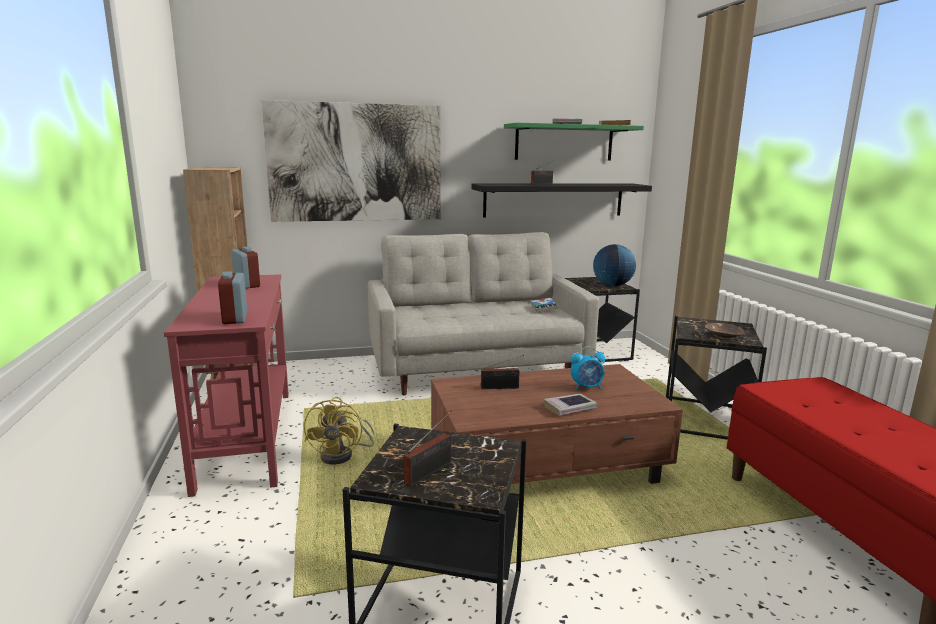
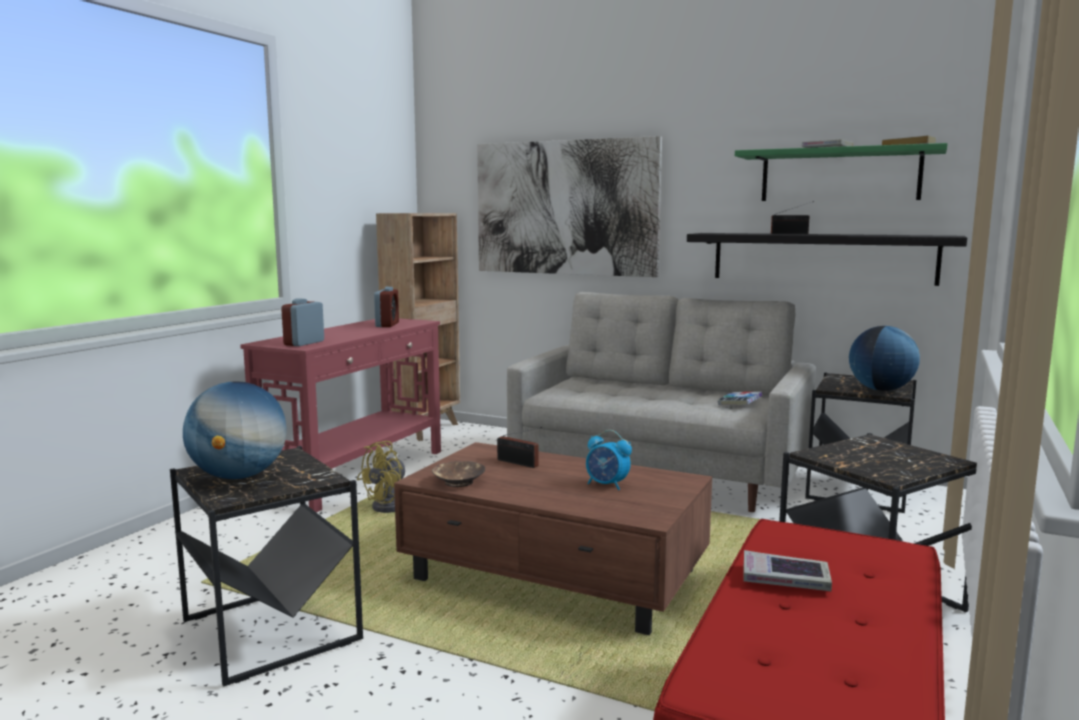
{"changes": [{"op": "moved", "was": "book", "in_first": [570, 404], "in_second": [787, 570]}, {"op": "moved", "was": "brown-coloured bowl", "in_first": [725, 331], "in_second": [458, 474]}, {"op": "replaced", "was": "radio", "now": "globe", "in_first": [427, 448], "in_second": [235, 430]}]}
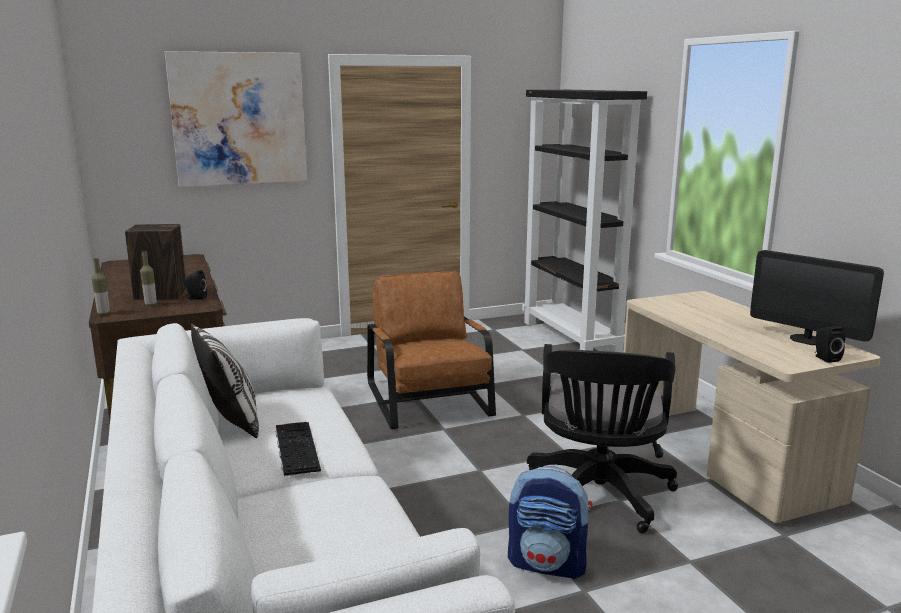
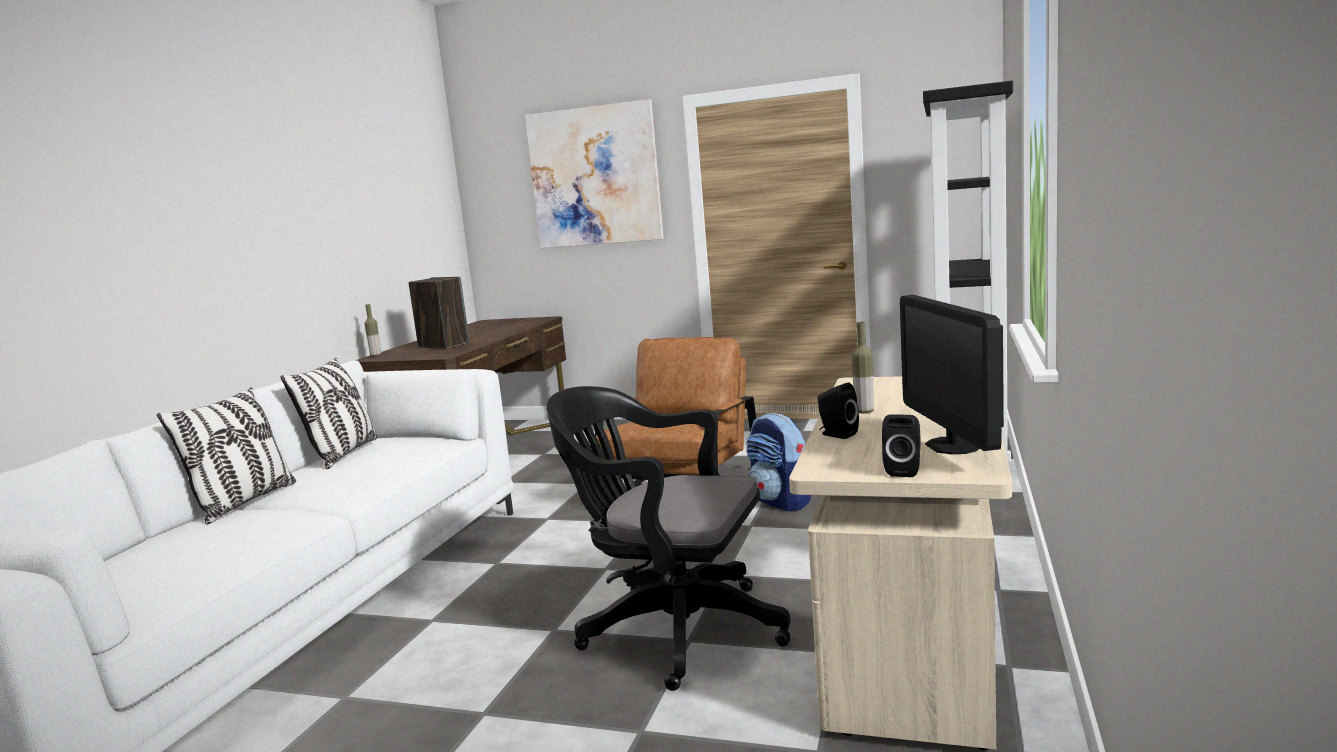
{"changes": [{"op": "removed", "was": "keyboard", "in_first": [298, 449]}, {"op": "added", "now": "cushion", "in_second": [226, 456]}, {"op": "moved", "was": "beverage bottle", "in_first": [148, 278], "in_second": [862, 368]}, {"op": "moved", "was": "black-coloured speaker", "in_first": [195, 285], "in_second": [838, 411]}, {"op": "moved", "was": "rucksack", "in_first": [550, 522], "in_second": [778, 462]}, {"op": "turned", "was": "black-coloured office chair", "in_first": [602, 438], "in_second": [668, 538], "clockwise": 60}]}
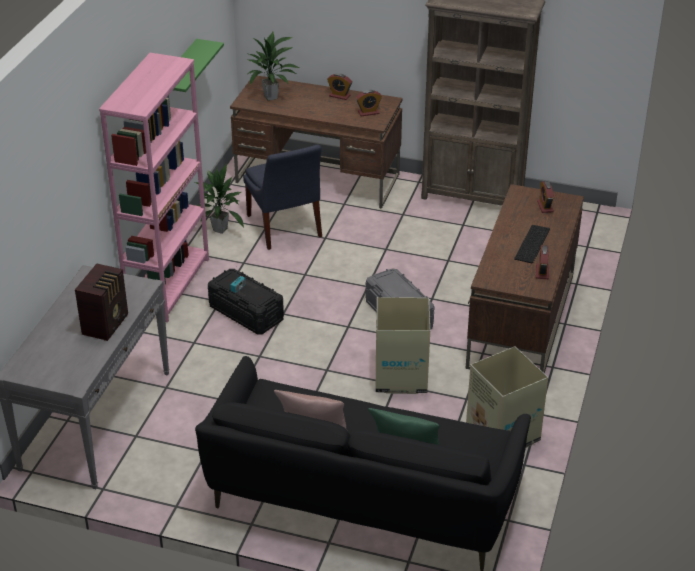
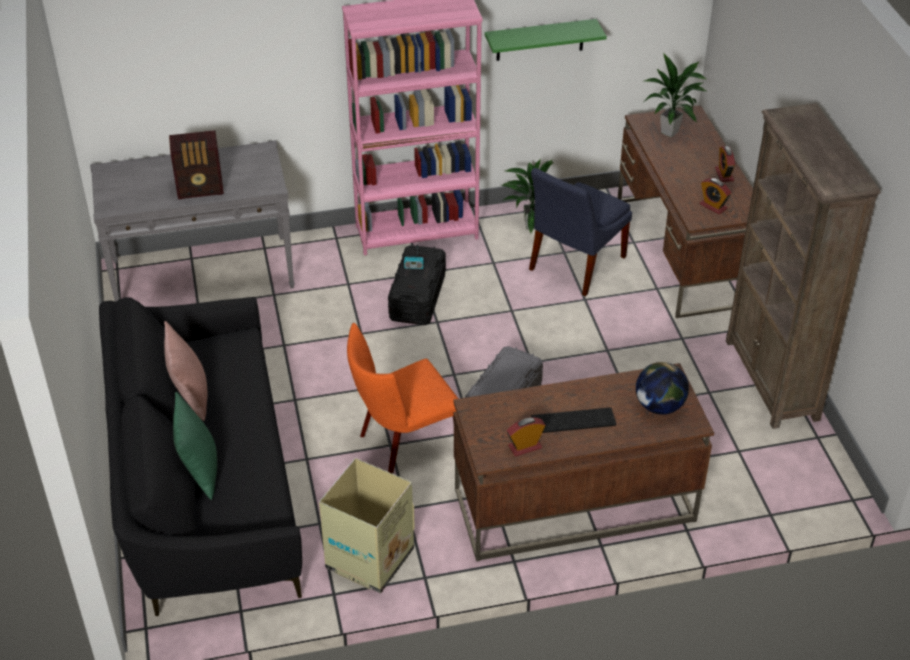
{"changes": [{"op": "replaced", "was": "carton", "now": "orange plain chair", "in_first": [403, 345], "in_second": [402, 398]}, {"op": "replaced", "was": "table clock", "now": "globe", "in_first": [545, 197], "in_second": [662, 388]}]}
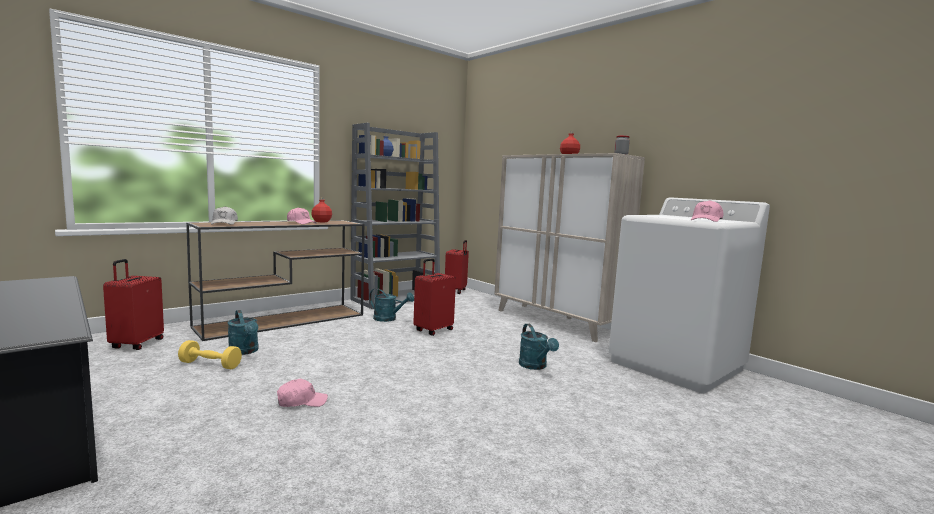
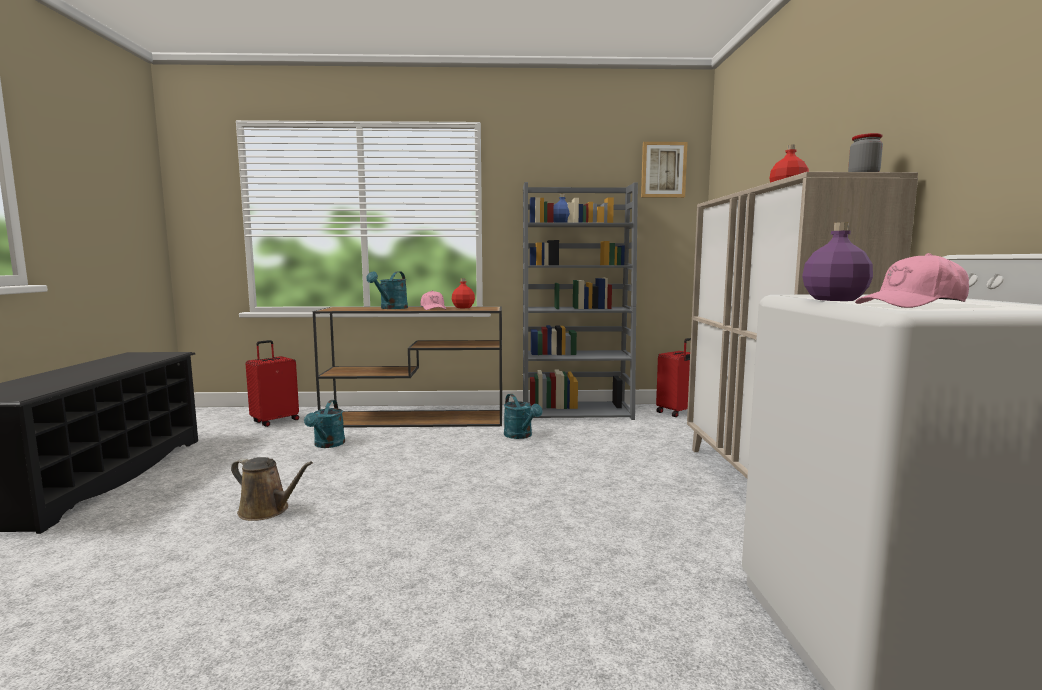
{"changes": [{"op": "removed", "was": "yellowish dumbbell", "in_first": [210, 354]}, {"op": "removed", "was": "white baseball cap", "in_first": [224, 215]}, {"op": "removed", "was": "reddish piece of luggage", "in_first": [434, 297]}, {"op": "added", "now": "wall picture", "in_second": [664, 170]}, {"op": "added", "now": "purplish beverage bottle", "in_second": [837, 261]}, {"op": "moved", "was": "turquoise-coloured sprinkling can", "in_first": [539, 347], "in_second": [387, 290]}, {"op": "replaced", "was": "pinkish baseball cap", "now": "brown-coloured sprinkling can", "in_first": [302, 393], "in_second": [272, 489]}]}
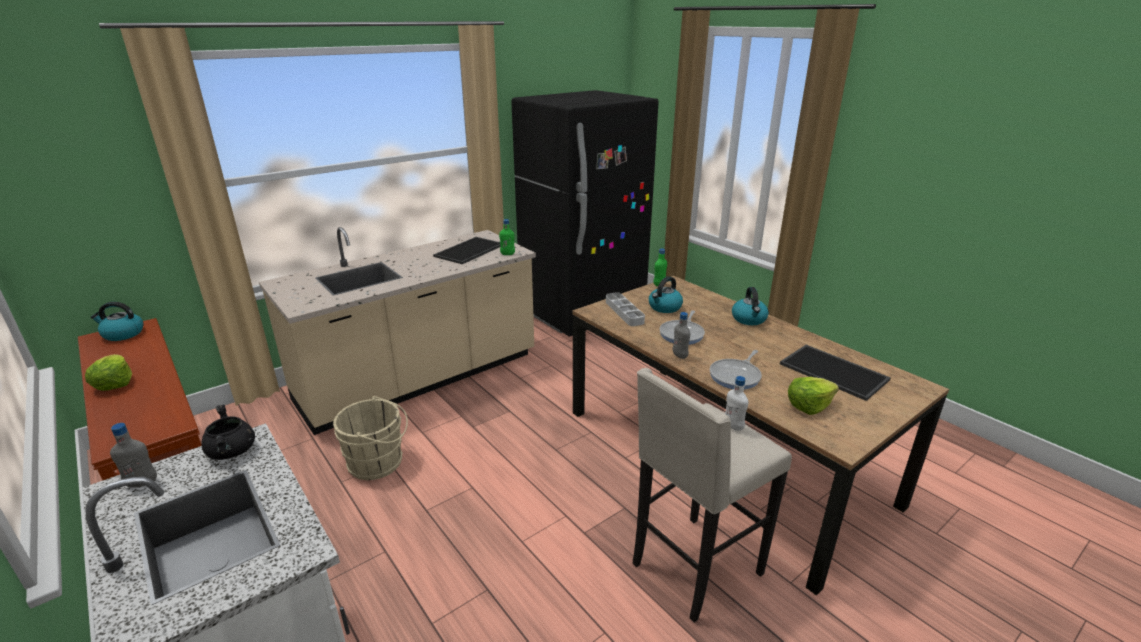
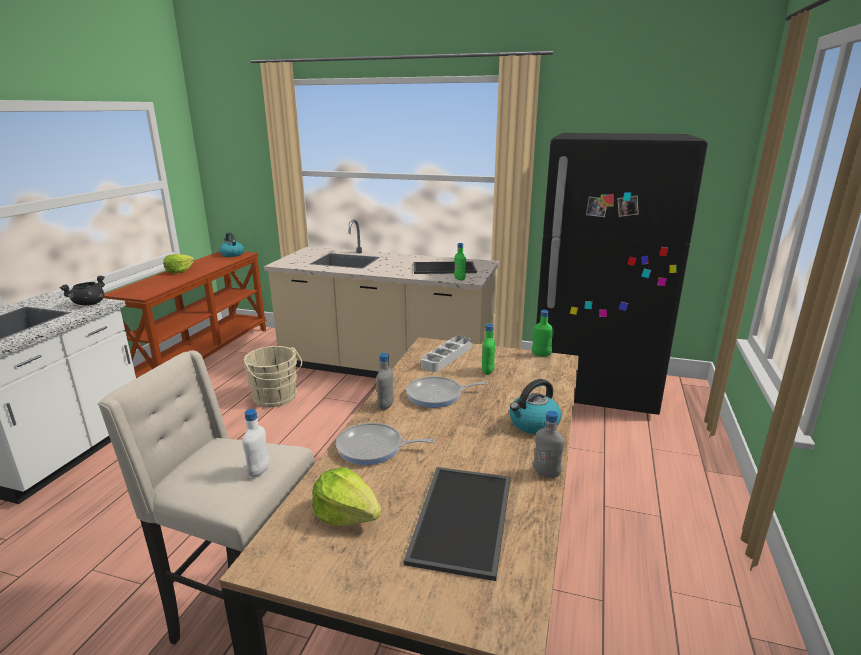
{"changes": [{"op": "moved", "was": "greyish beverage bottle", "in_first": [133, 455], "in_second": [548, 444]}, {"op": "replaced", "was": "kettle", "now": "greenish beverage bottle", "in_first": [666, 294], "in_second": [488, 349]}]}
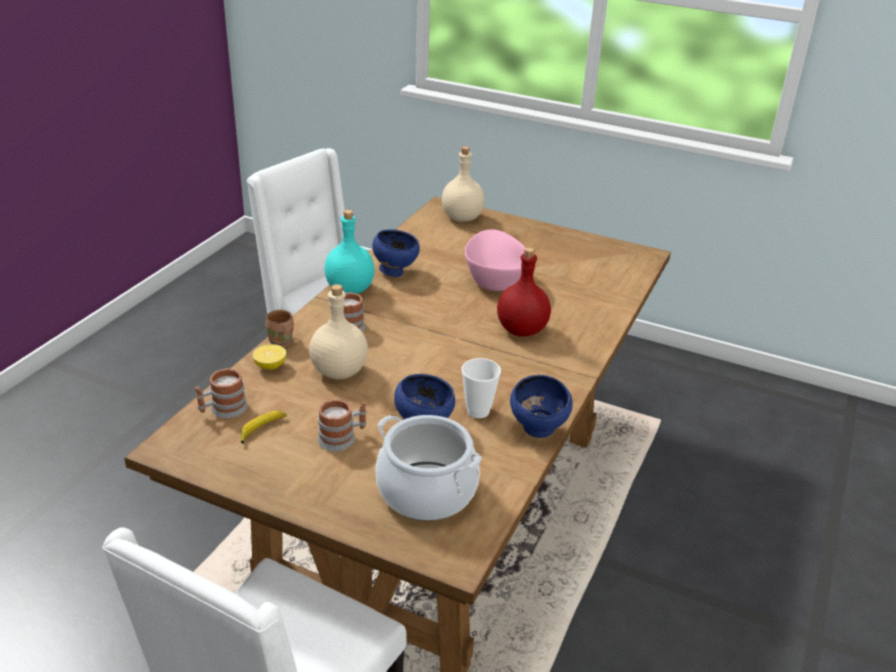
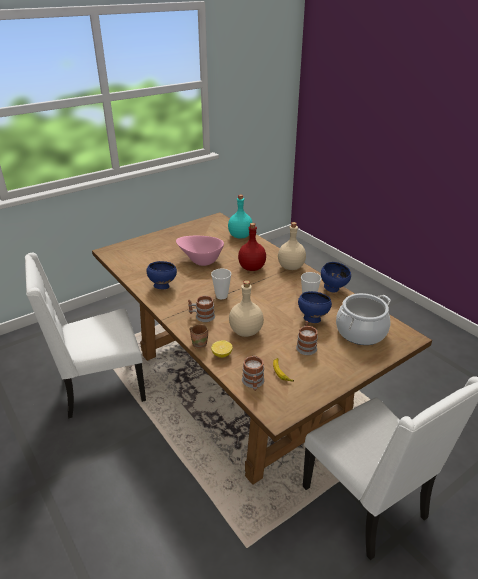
{"changes": [{"op": "added", "now": "small cup", "in_second": [221, 283]}, {"op": "moved", "was": "turquoise-coloured beverage bottle", "in_first": [349, 252], "in_second": [240, 216]}, {"op": "moved", "was": "sand-coloured beverage bottle", "in_first": [463, 184], "in_second": [292, 246]}]}
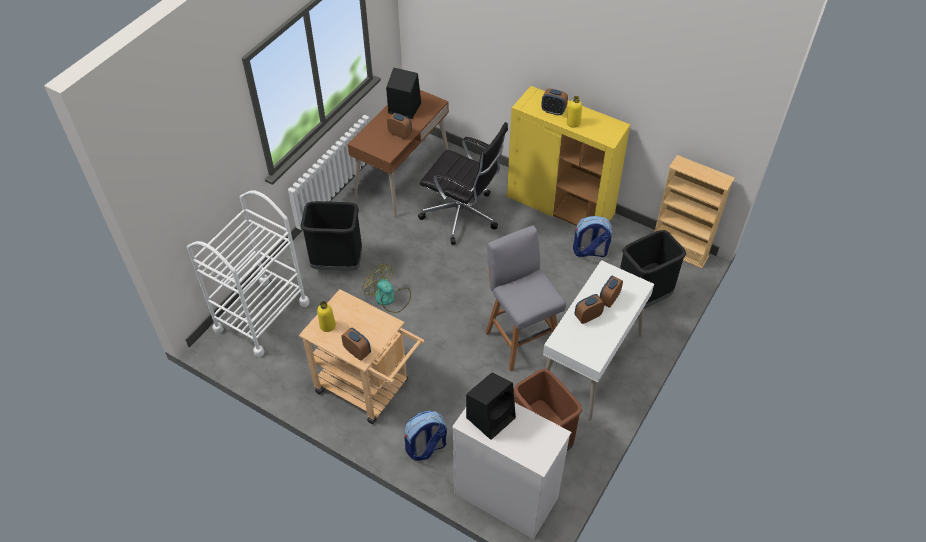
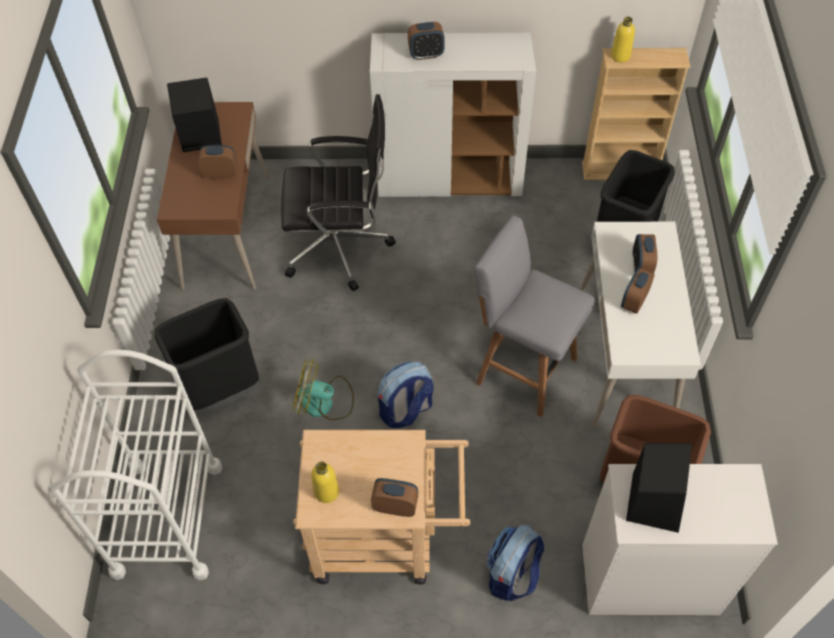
{"changes": [{"op": "moved", "was": "yellowish beverage bottle", "in_first": [574, 112], "in_second": [623, 39]}, {"op": "moved", "was": "rucksack", "in_first": [592, 236], "in_second": [406, 395]}, {"op": "recoloured", "was": "yellowish cabinet", "now": "white cabinet", "in_first": [568, 156], "in_second": [453, 114]}]}
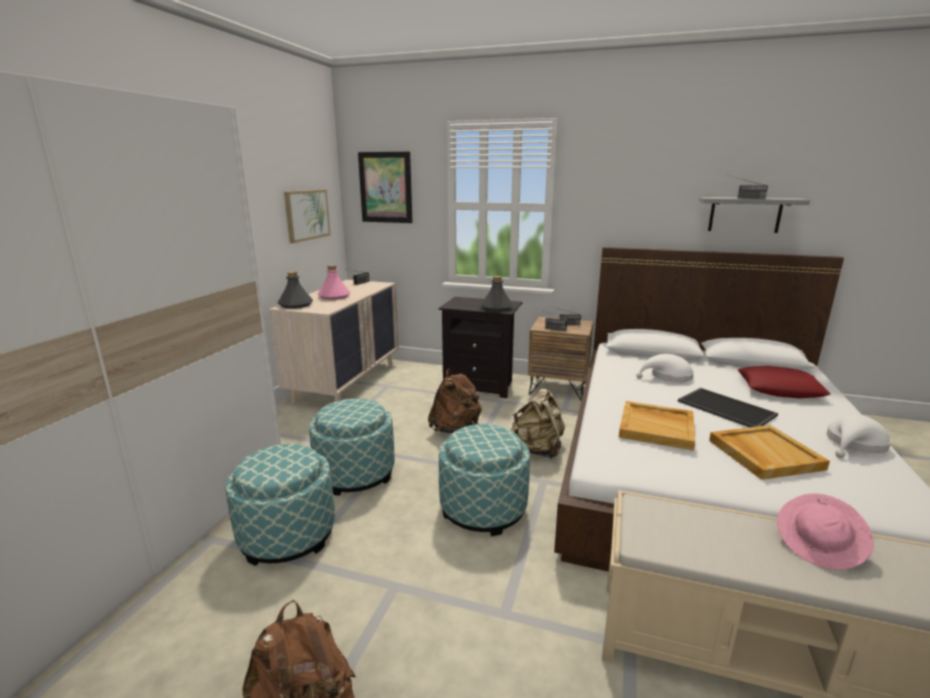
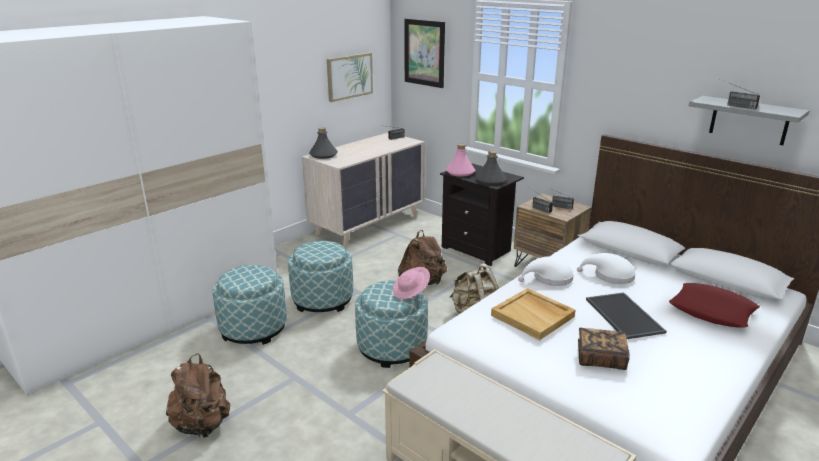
{"changes": [{"op": "moved", "was": "pinkish beverage bottle", "in_first": [333, 282], "in_second": [460, 160]}, {"op": "moved", "was": "pinkish wearable hat", "in_first": [825, 532], "in_second": [411, 283]}, {"op": "moved", "was": "white wearable hat", "in_first": [859, 436], "in_second": [546, 271]}, {"op": "replaced", "was": "sand-coloured serving tray", "now": "book", "in_first": [769, 452], "in_second": [604, 349]}]}
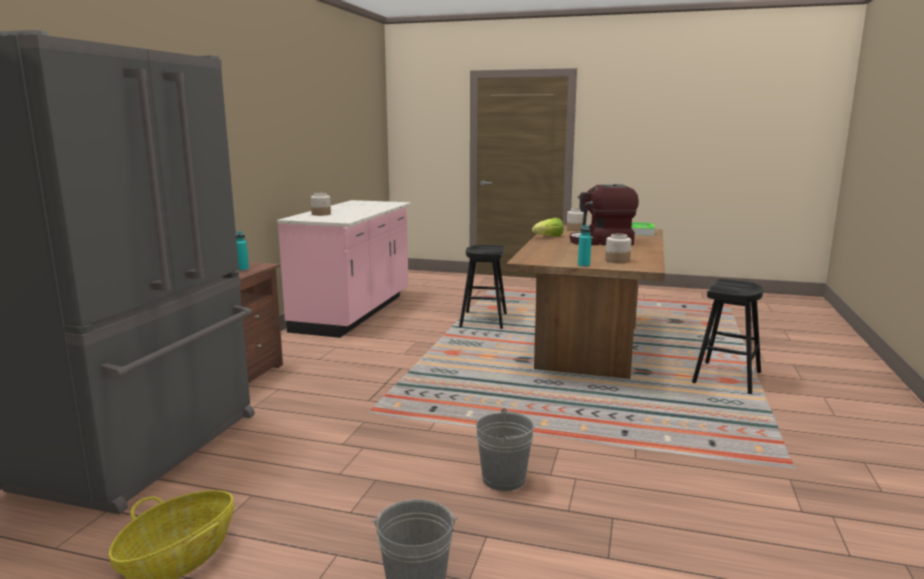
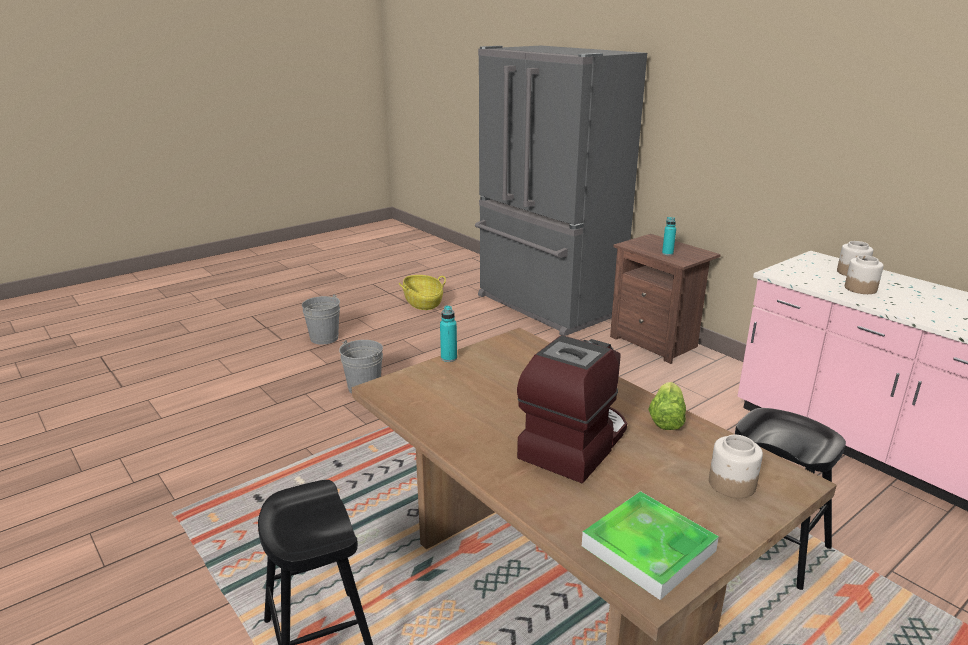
{"changes": [{"op": "moved", "was": "preserve jar", "in_first": [618, 249], "in_second": [864, 274]}]}
